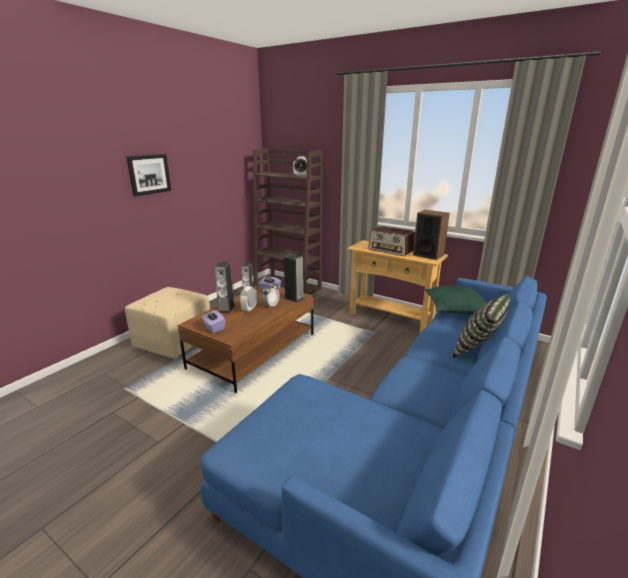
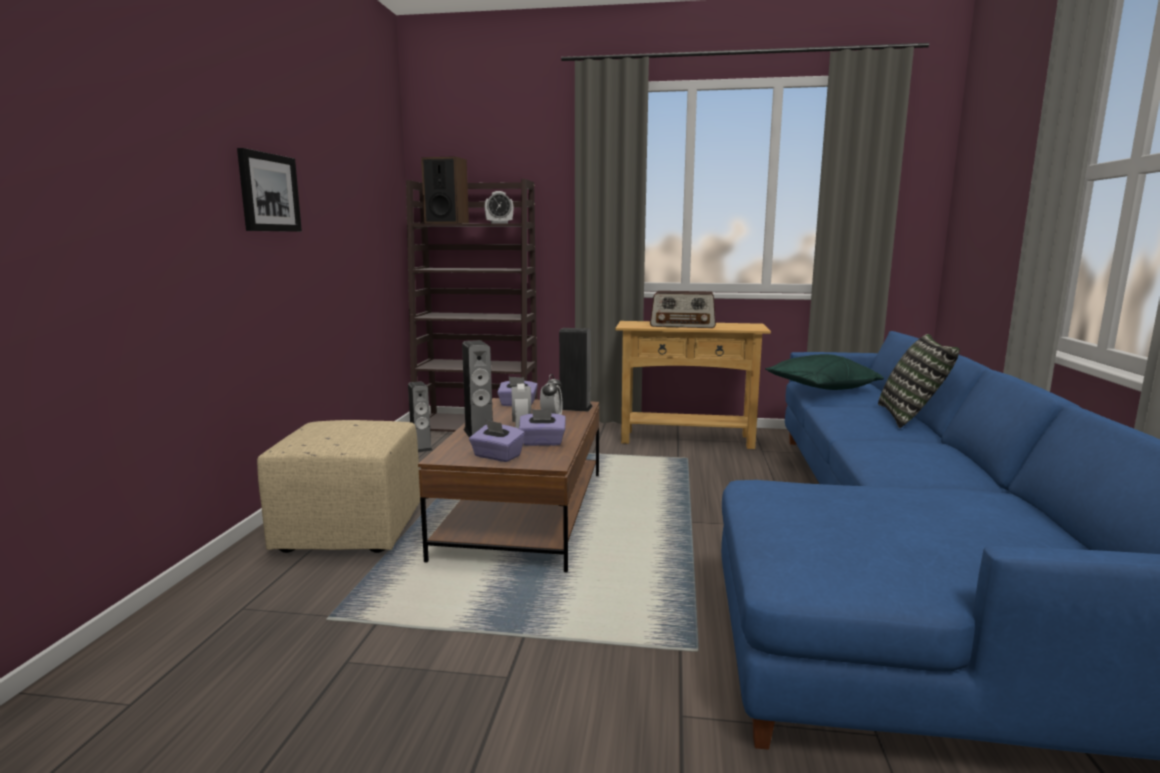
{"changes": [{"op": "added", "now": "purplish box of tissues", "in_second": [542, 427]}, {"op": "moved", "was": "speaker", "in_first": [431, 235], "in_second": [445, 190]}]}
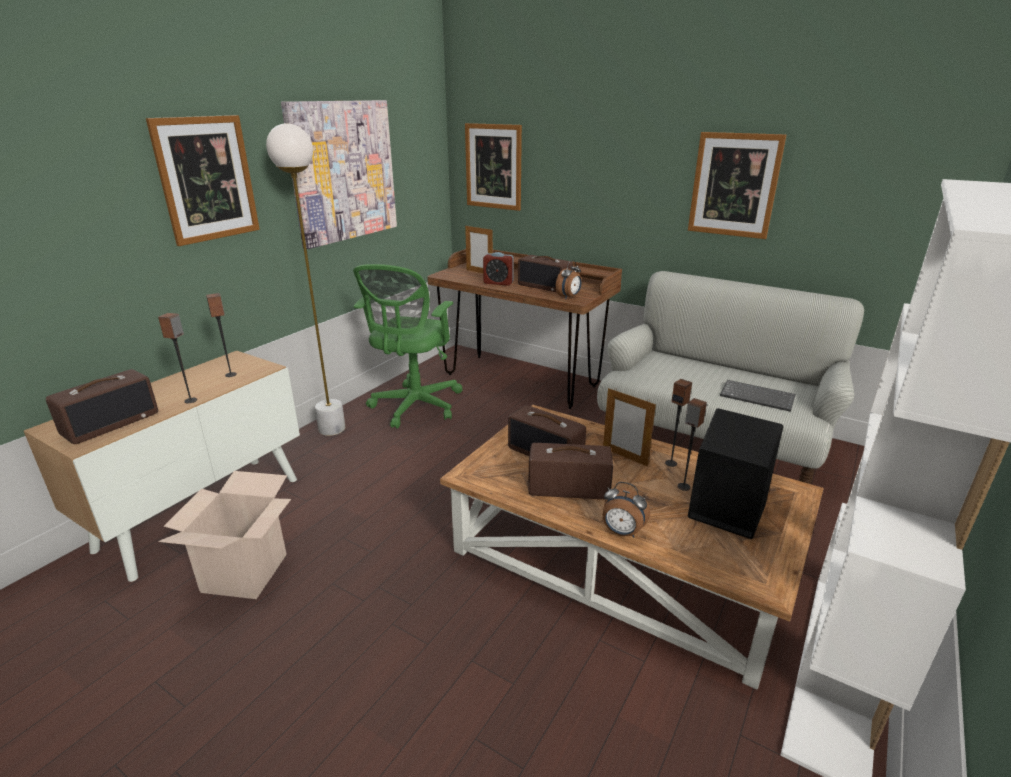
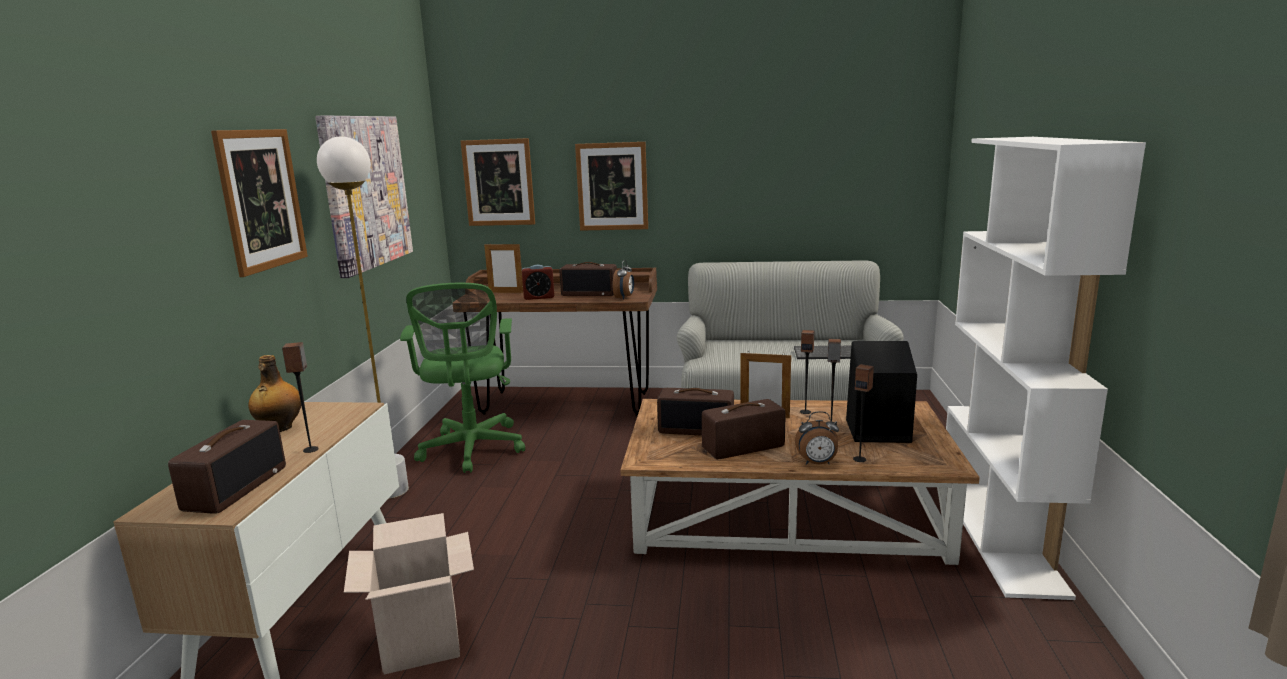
{"changes": [{"op": "added", "now": "beverage bottle", "in_second": [274, 393]}, {"op": "moved", "was": "speaker", "in_first": [221, 335], "in_second": [863, 413]}, {"op": "moved", "was": "wall picture", "in_first": [737, 185], "in_second": [611, 186]}]}
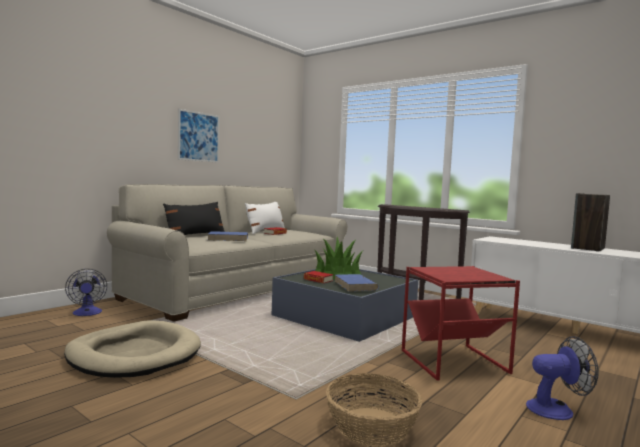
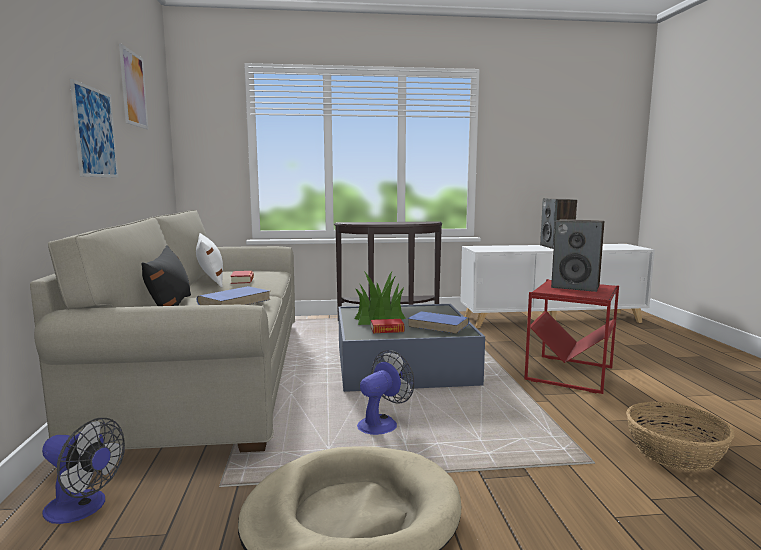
{"changes": [{"op": "added", "now": "wall picture", "in_second": [133, 86]}, {"op": "added", "now": "speaker", "in_second": [577, 255]}, {"op": "moved", "was": "fan", "in_first": [562, 378], "in_second": [385, 392]}]}
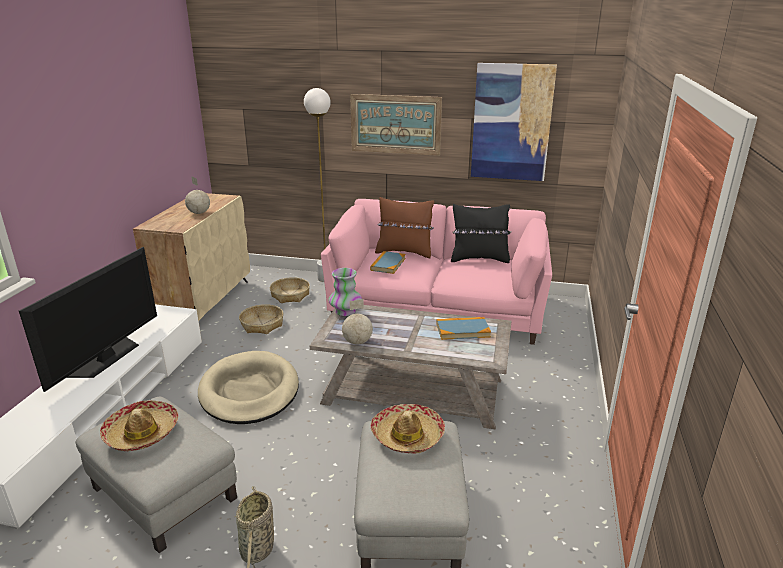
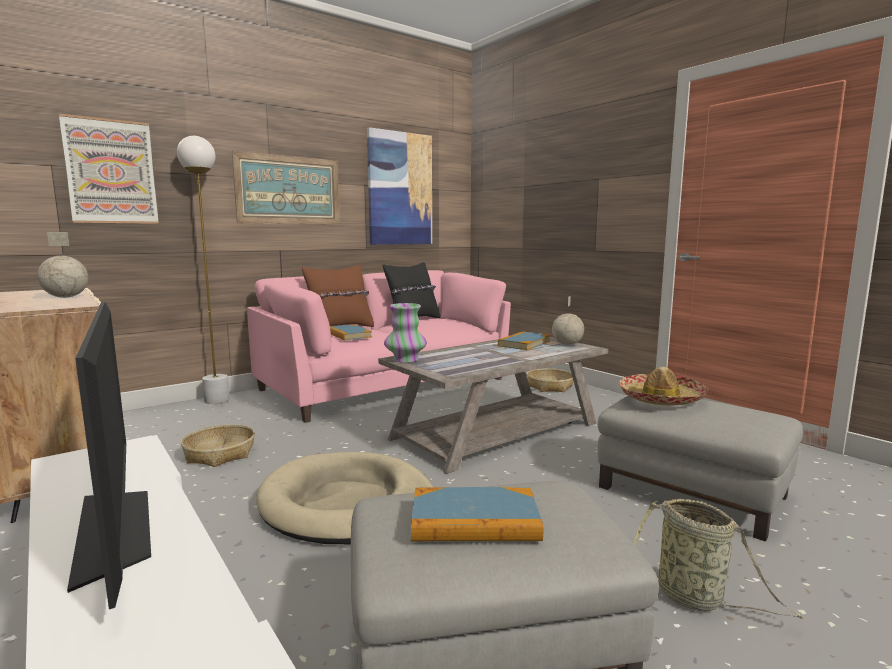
{"changes": [{"op": "added", "now": "wall picture", "in_second": [109, 169]}, {"op": "moved", "was": "household basket", "in_first": [290, 290], "in_second": [550, 380]}, {"op": "moved", "was": "globe", "in_first": [357, 322], "in_second": [568, 320]}, {"op": "replaced", "was": "wearable hat", "now": "book", "in_first": [139, 425], "in_second": [477, 514]}]}
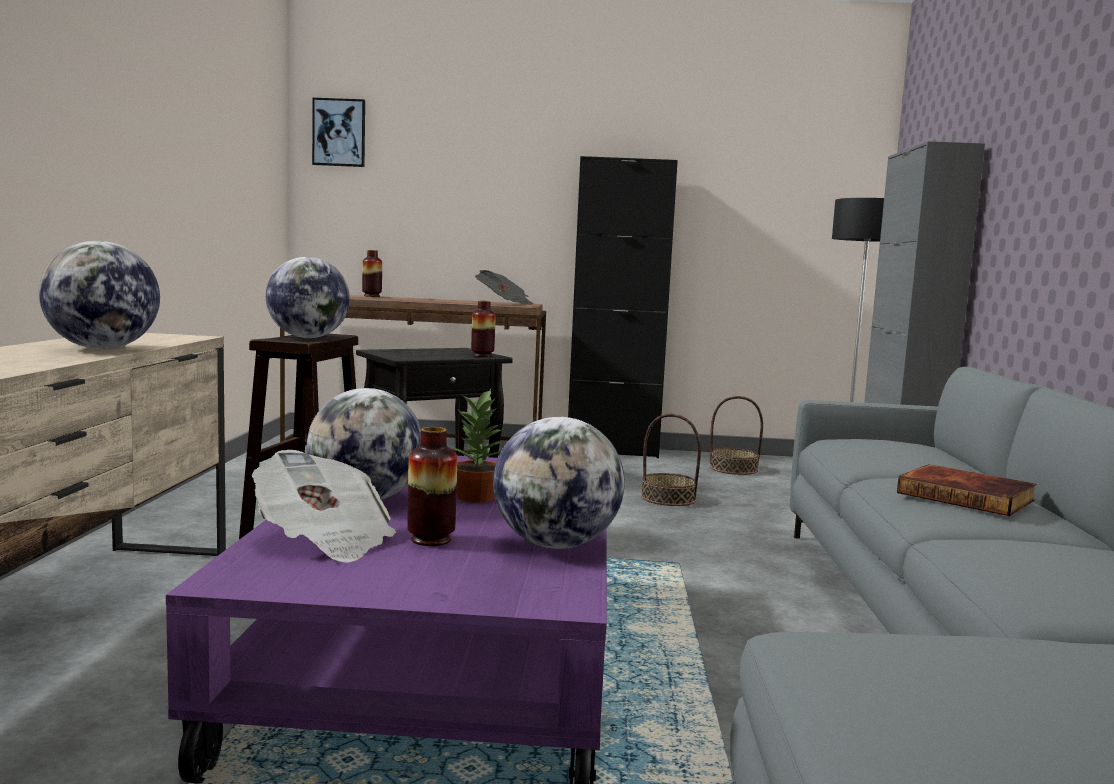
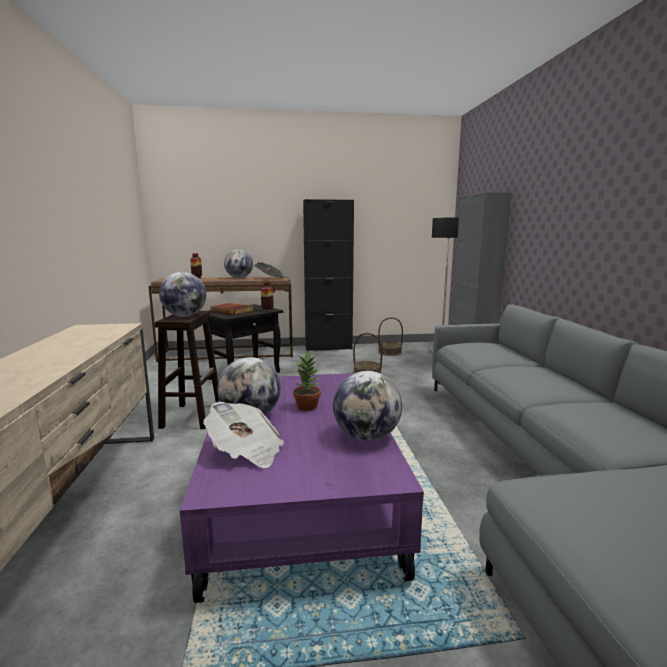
{"changes": [{"op": "removed", "was": "wall picture", "in_first": [338, 132]}, {"op": "removed", "was": "decorative vase", "in_first": [432, 486]}, {"op": "moved", "was": "globe", "in_first": [99, 295], "in_second": [238, 264]}, {"op": "moved", "was": "book", "in_first": [966, 490], "in_second": [231, 309]}]}
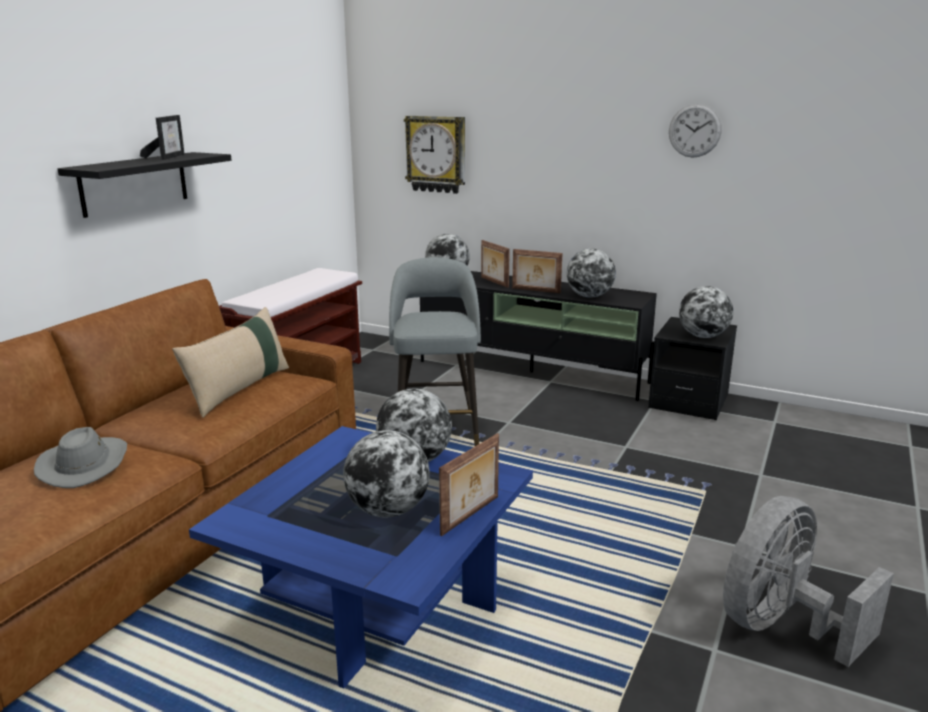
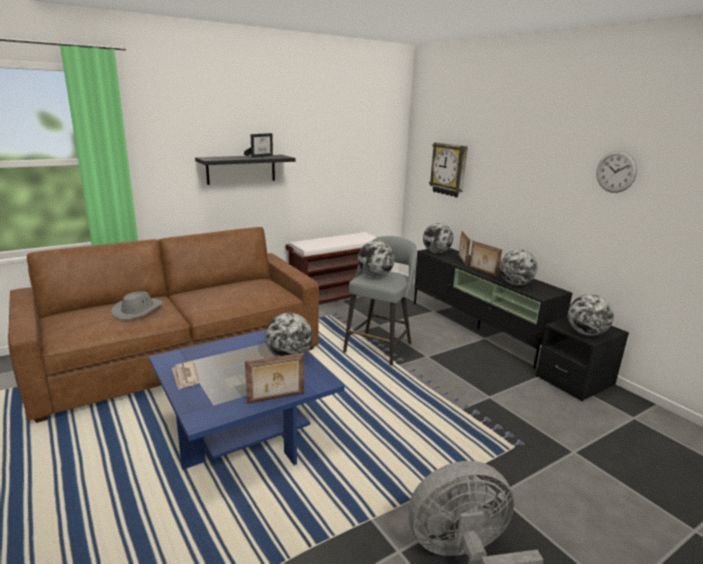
{"changes": [{"op": "removed", "was": "sand-coloured cushion", "in_first": [230, 362]}, {"op": "added", "now": "printed paper", "in_second": [186, 375]}, {"op": "moved", "was": "globe", "in_first": [386, 474], "in_second": [376, 258]}]}
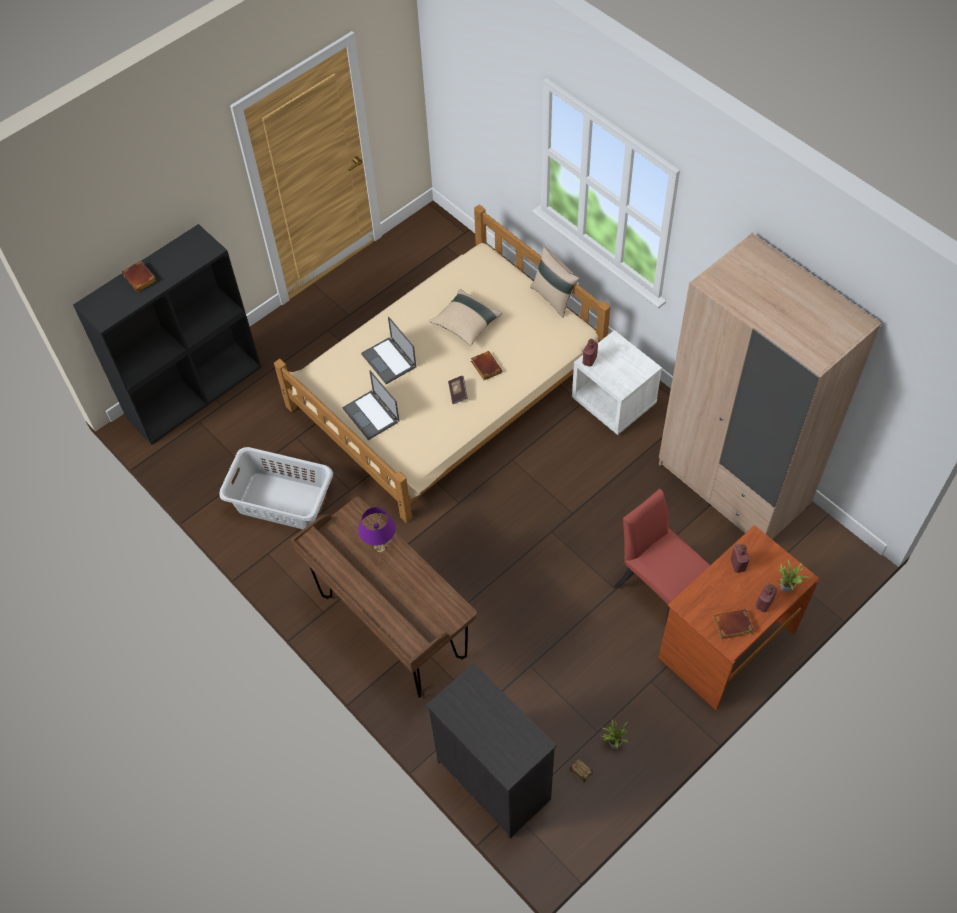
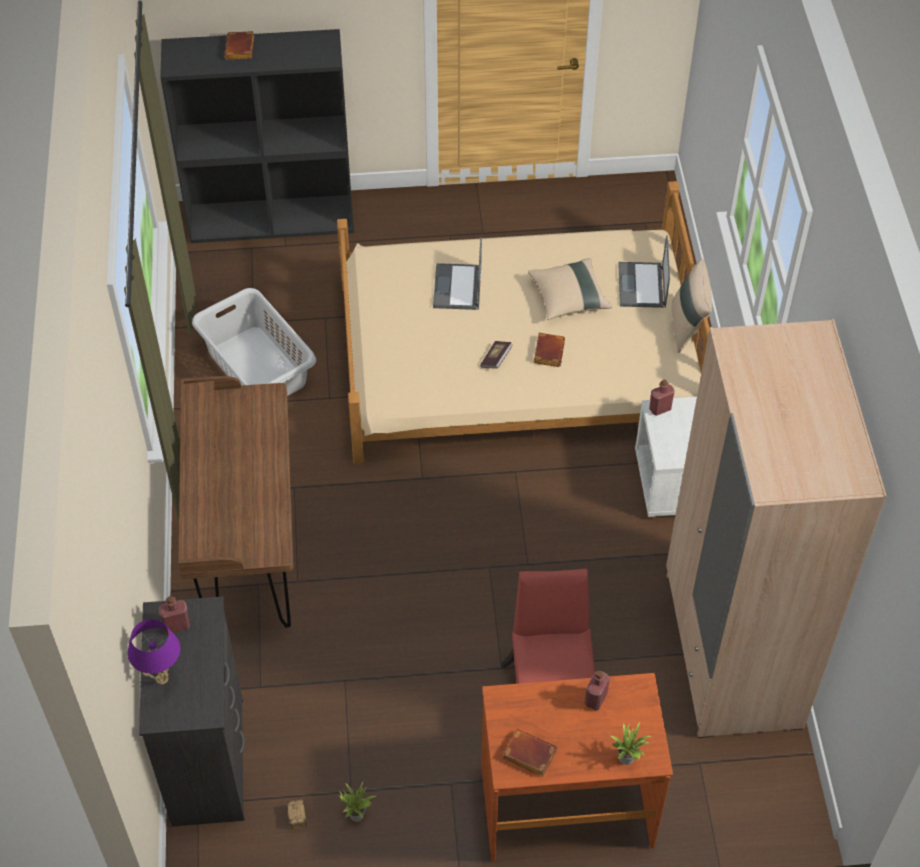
{"changes": [{"op": "moved", "was": "laptop", "in_first": [371, 405], "in_second": [644, 271]}, {"op": "moved", "was": "purplish table lamp", "in_first": [377, 529], "in_second": [154, 652]}, {"op": "moved", "was": "reddish beverage bottle", "in_first": [767, 597], "in_second": [174, 615]}]}
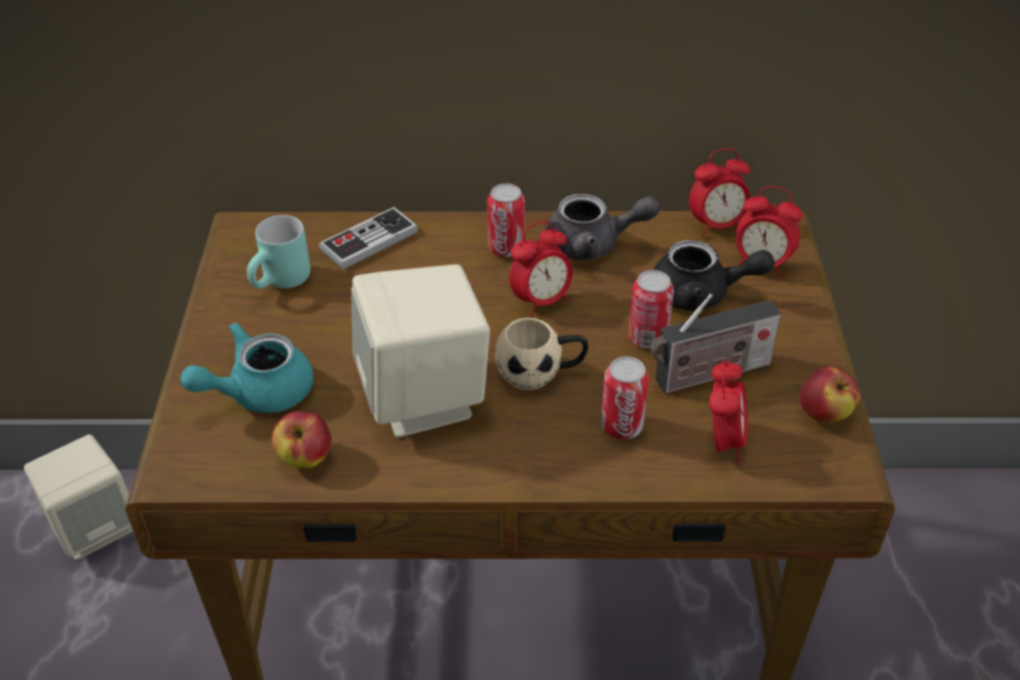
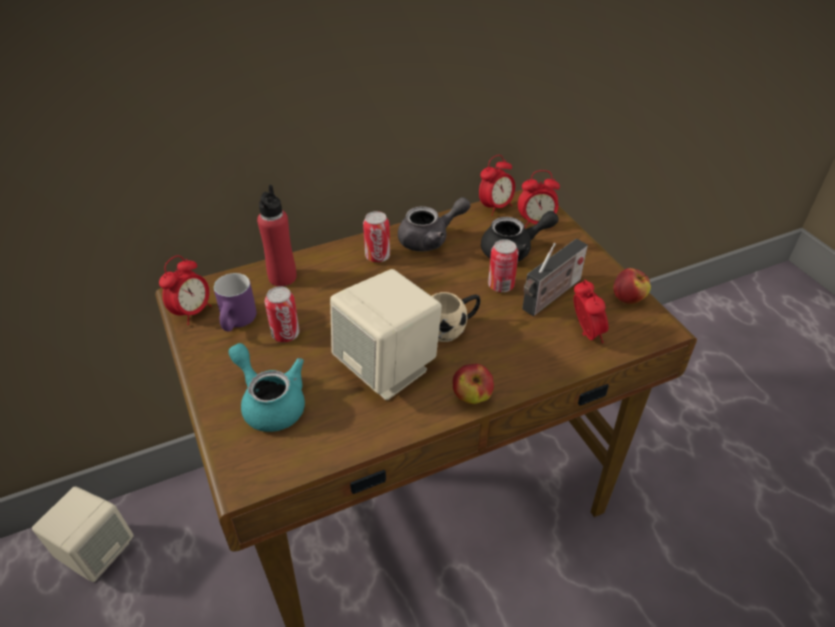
{"changes": [{"op": "moved", "was": "whole apple", "in_first": [301, 439], "in_second": [473, 384]}, {"op": "moved", "was": "table clock", "in_first": [541, 269], "in_second": [185, 290]}, {"op": "moved", "was": "sealed can", "in_first": [625, 397], "in_second": [282, 314]}, {"op": "replaced", "was": "joypad", "now": "reddish beverage bottle", "in_first": [368, 238], "in_second": [277, 235]}, {"op": "recoloured", "was": "turquoise-coloured tea mug", "now": "purplish tea mug", "in_first": [278, 252], "in_second": [235, 302]}, {"op": "turned", "was": "turquoise-coloured tea pot", "in_first": [247, 367], "in_second": [266, 387], "clockwise": 105}]}
